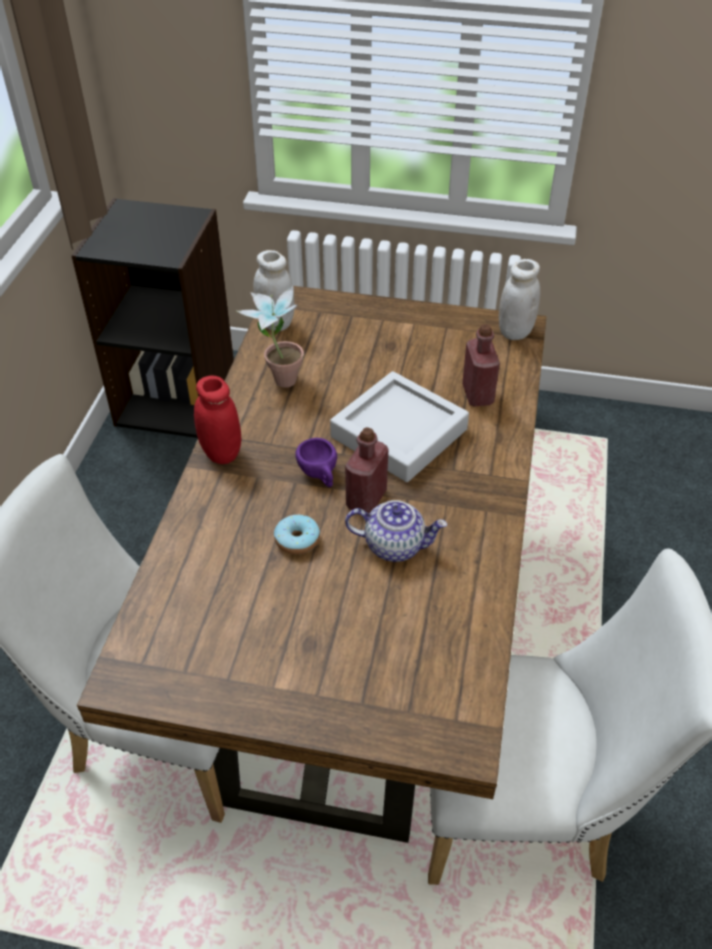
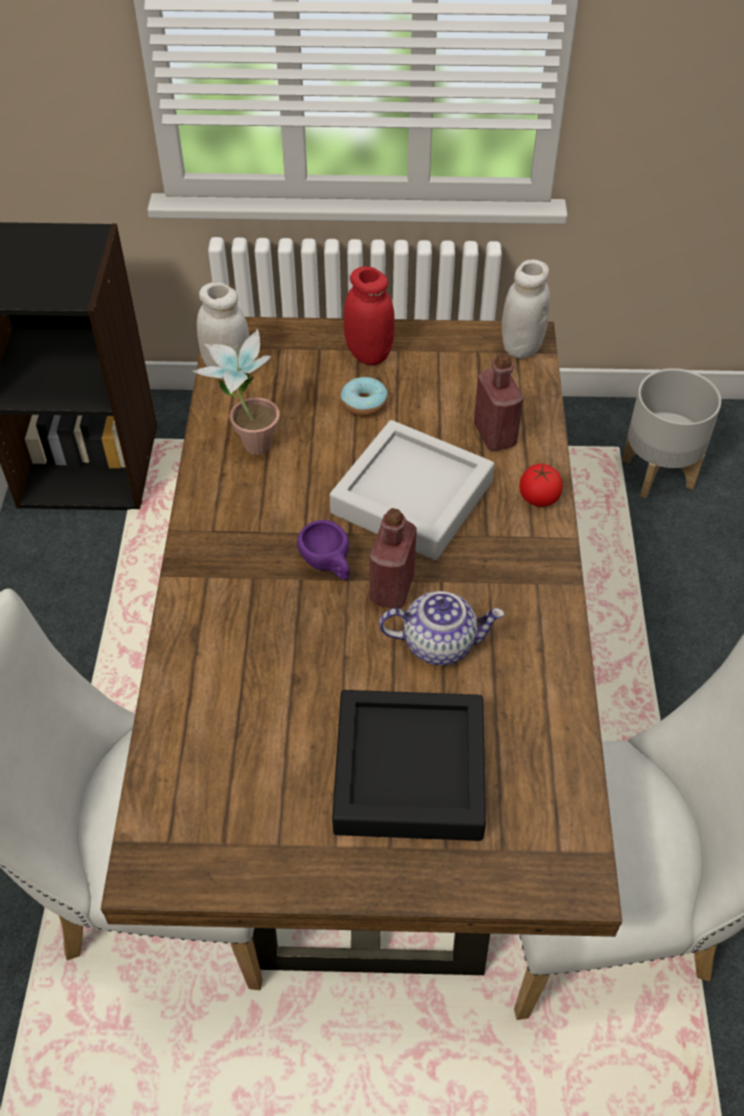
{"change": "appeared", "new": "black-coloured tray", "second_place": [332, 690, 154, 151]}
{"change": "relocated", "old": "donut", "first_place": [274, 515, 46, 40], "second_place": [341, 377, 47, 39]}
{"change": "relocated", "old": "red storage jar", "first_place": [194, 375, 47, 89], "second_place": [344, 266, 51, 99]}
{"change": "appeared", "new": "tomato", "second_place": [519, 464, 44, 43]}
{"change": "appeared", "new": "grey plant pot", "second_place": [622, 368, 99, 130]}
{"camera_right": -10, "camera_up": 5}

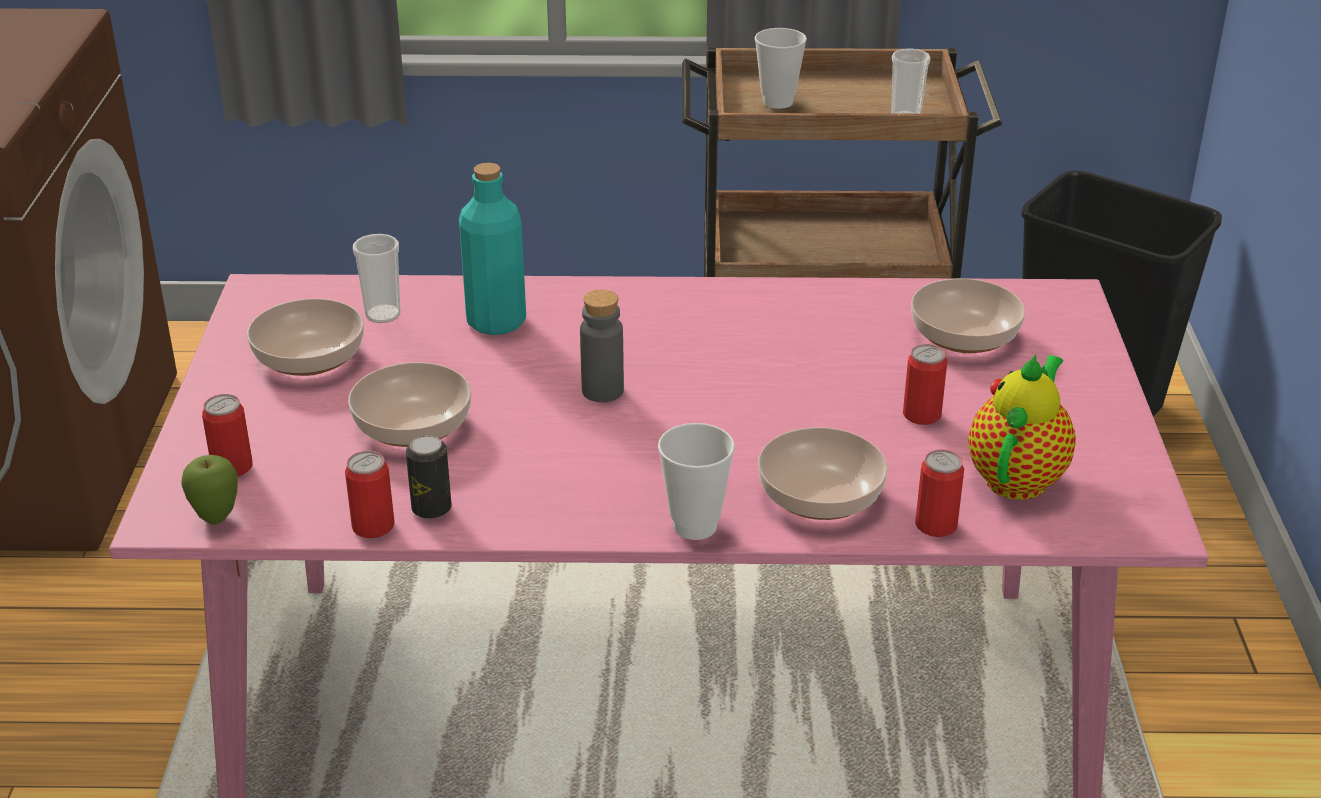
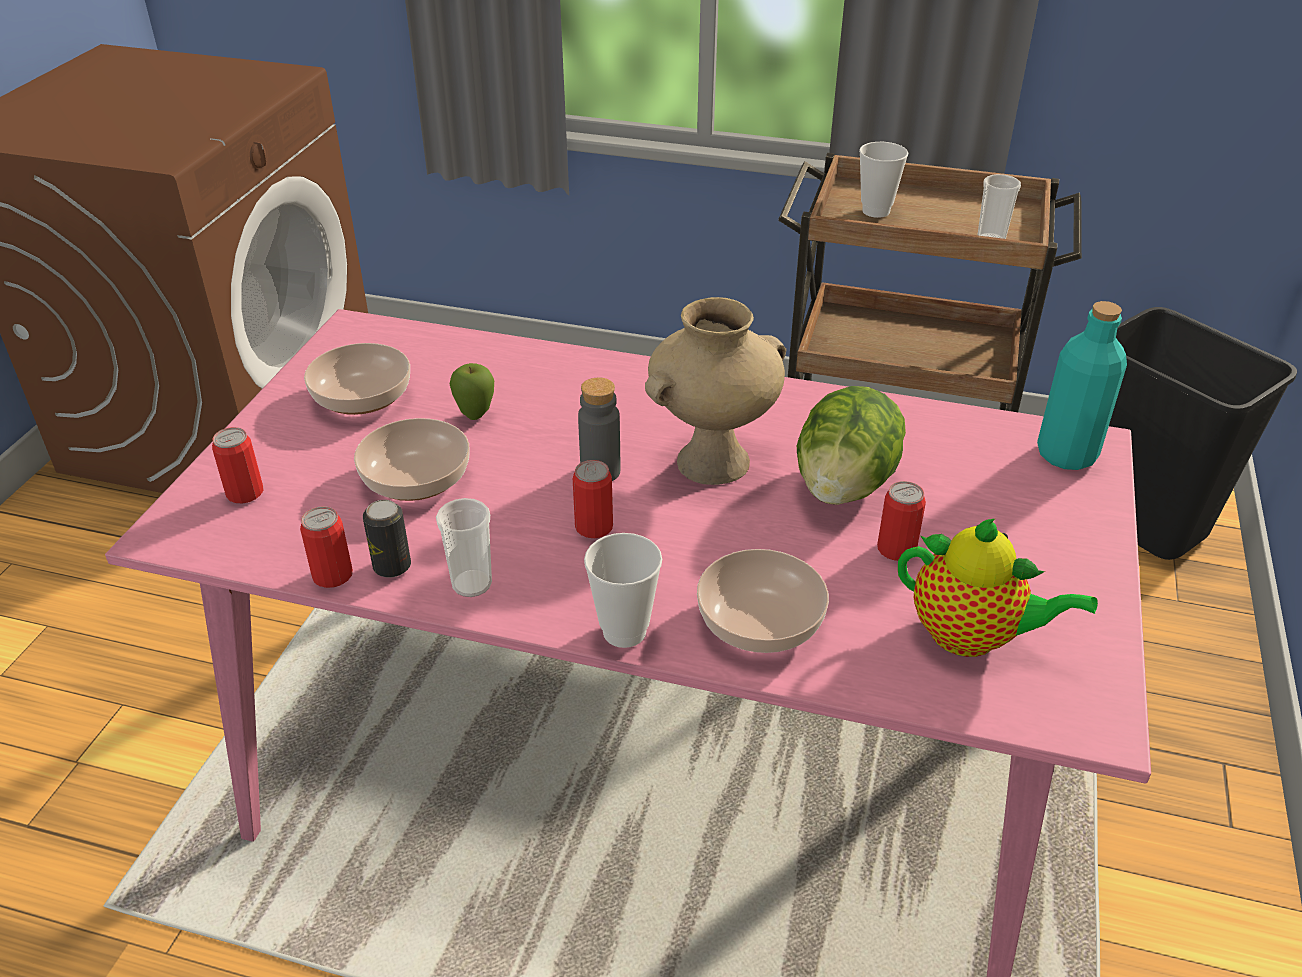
{"change": "relocated", "old": "drinking cup", "first_place": [353, 234, 48, 89], "second_place": [436, 498, 56, 99]}
{"change": "relocated", "old": "apple fruit", "first_place": [182, 455, 56, 70], "second_place": [450, 363, 44, 57]}
{"change": "relocated", "old": "can", "first_place": [915, 449, 49, 88], "second_place": [573, 460, 40, 78]}
{"change": "appeared", "new": "sand-coloured flower vase", "second_place": [645, 297, 142, 188]}
{"change": "appeared", "new": "head of lettuce", "second_place": [797, 386, 109, 119]}
{"change": "spun", "old": "tea pot", "first_place": [968, 354, 108, 146], "second_place": [898, 519, 200, 138], "degrees": 75}
{"change": "relocated", "old": "turquoise bottle", "first_place": [459, 163, 67, 172], "second_place": [1037, 301, 90, 169]}
{"change": "missing", "old": "serving bowl", "first_place": [911, 278, 114, 75]}
{"camera_right": 15, "camera_up": 5}

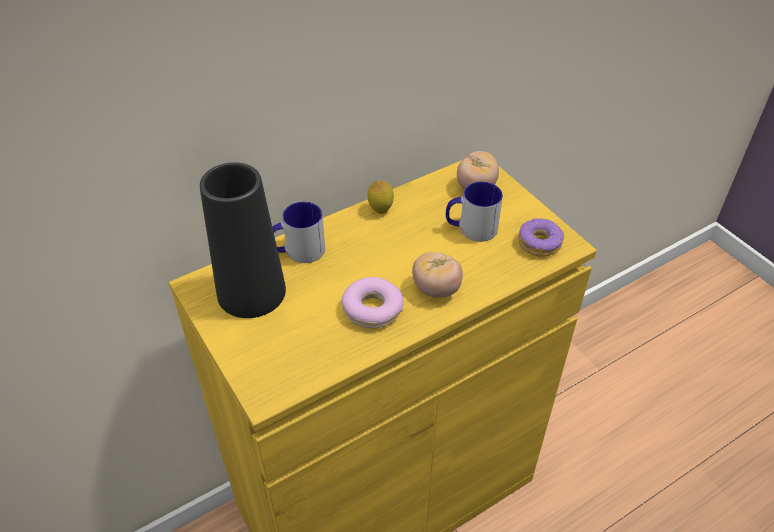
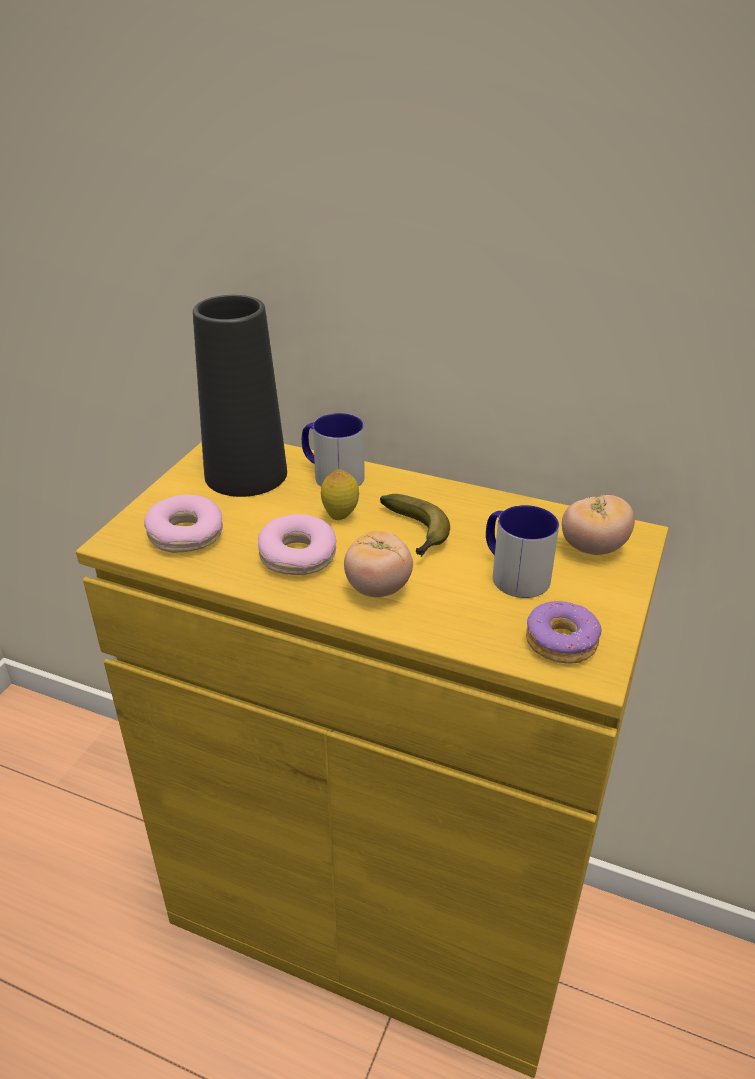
{"change": "appeared", "new": "donut", "second_place": [144, 495, 79, 57]}
{"change": "relocated", "old": "citrus fruit", "first_place": [367, 180, 27, 34], "second_place": [321, 469, 38, 51]}
{"change": "appeared", "new": "banana", "second_place": [380, 494, 70, 63]}
{"camera_right": 55, "camera_up": -10}

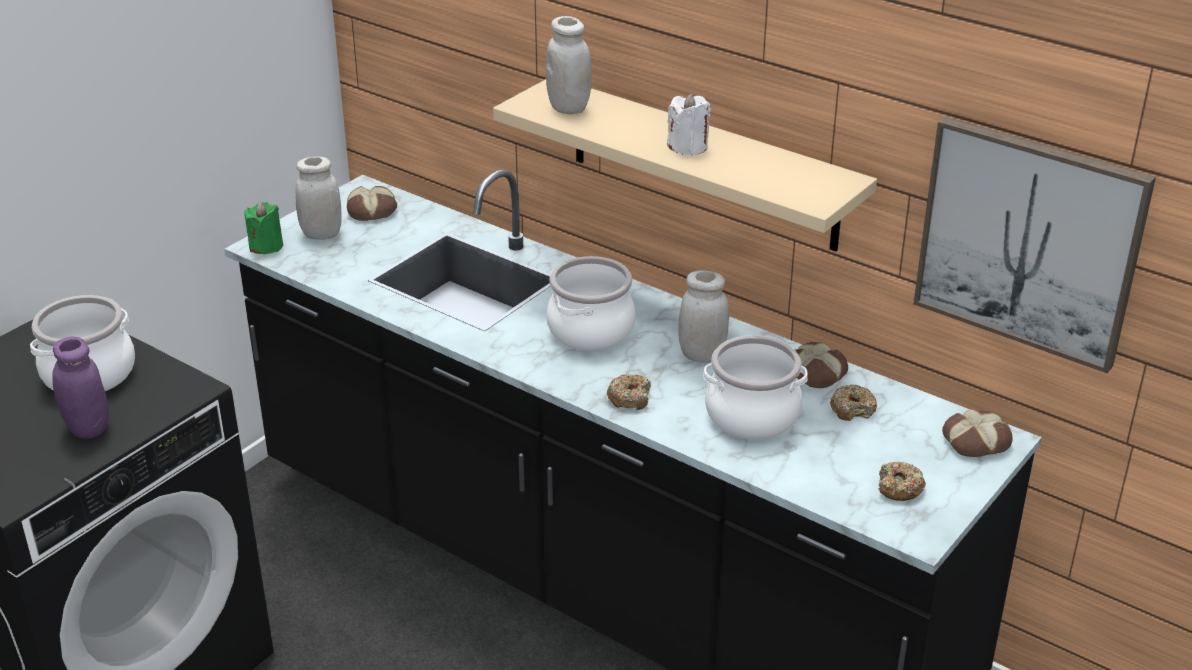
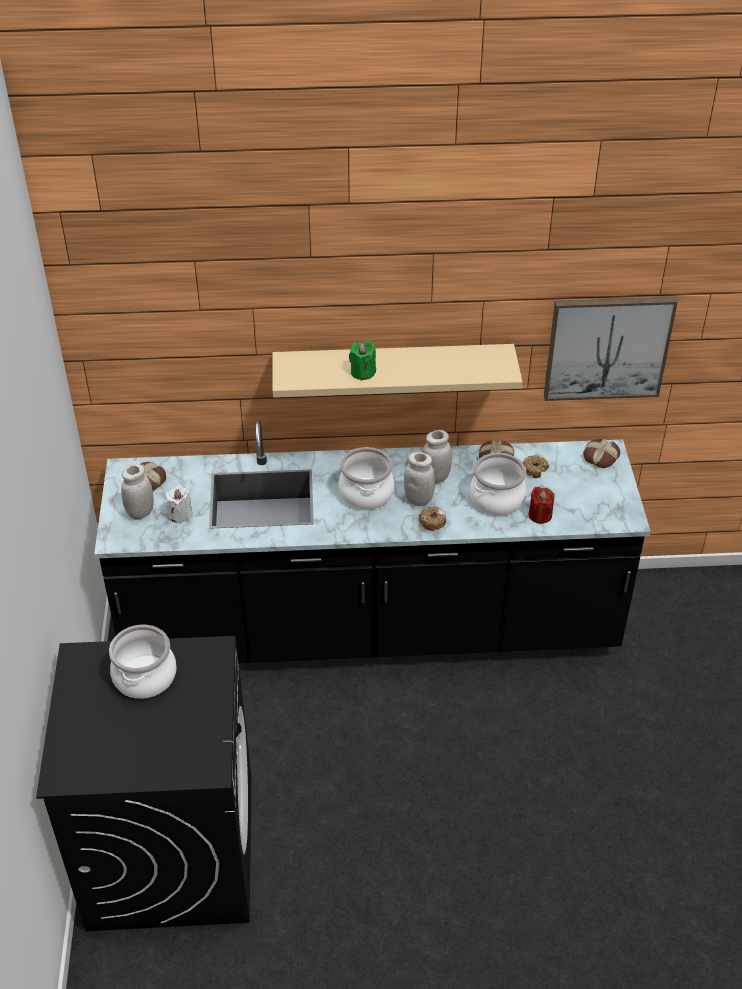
{"change": "relocated", "old": "white wax candle", "first_place": [667, 93, 44, 63], "second_place": [166, 486, 27, 37]}
{"change": "relocated", "old": "greenish wax candle", "first_place": [244, 202, 39, 52], "second_place": [349, 341, 27, 40]}
{"change": "relocated", "old": "white storage jar", "first_place": [546, 16, 46, 98], "second_place": [404, 452, 31, 54]}
{"change": "appeared", "new": "red wax candle", "second_place": [529, 487, 26, 37]}
{"change": "missing", "old": "purplish storage jar", "first_place": [52, 337, 57, 102]}
{"change": "missing", "old": "donut", "first_place": [879, 462, 47, 39]}
{"camera_right": -40, "camera_up": 10}

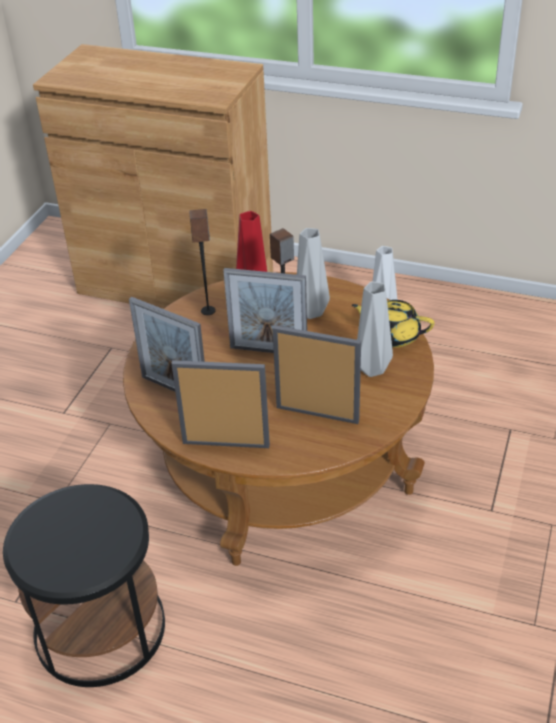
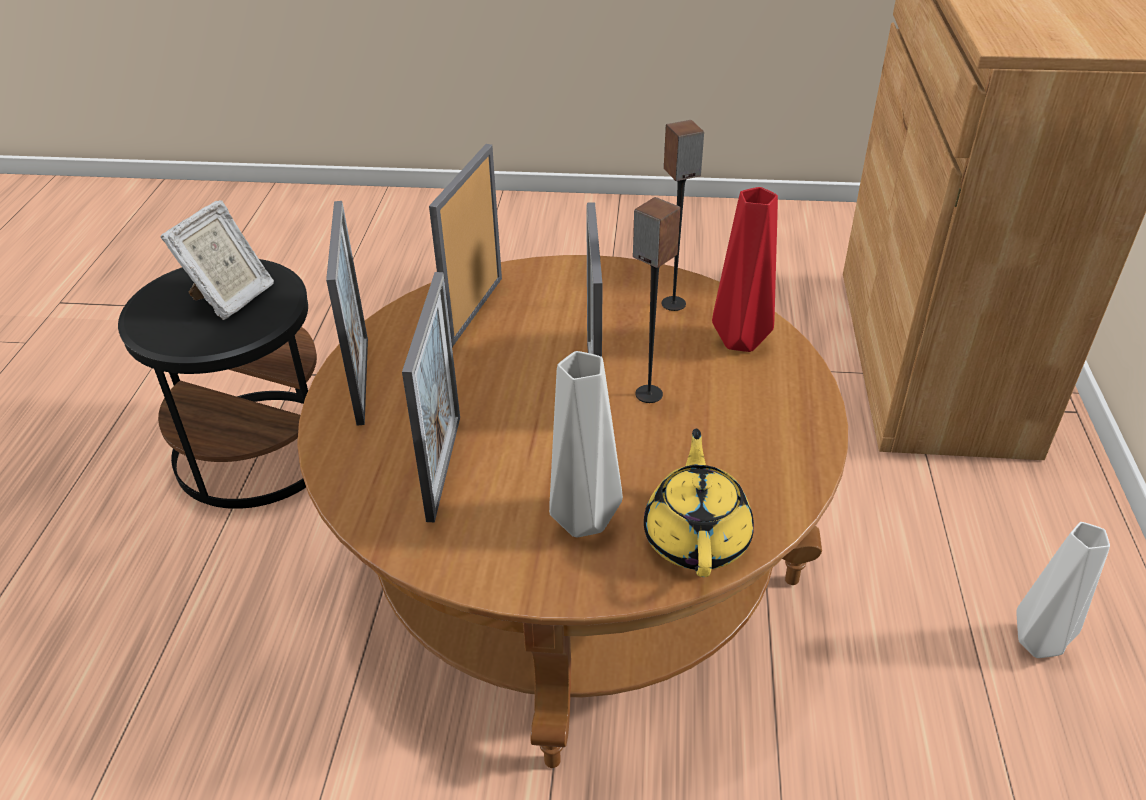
{"change": "appeared", "new": "picture frame", "second_place": [161, 200, 113, 120]}
{"change": "missing", "old": "grey flower vase", "first_place": [297, 228, 33, 91]}
{"camera_right": 75, "camera_up": 0}

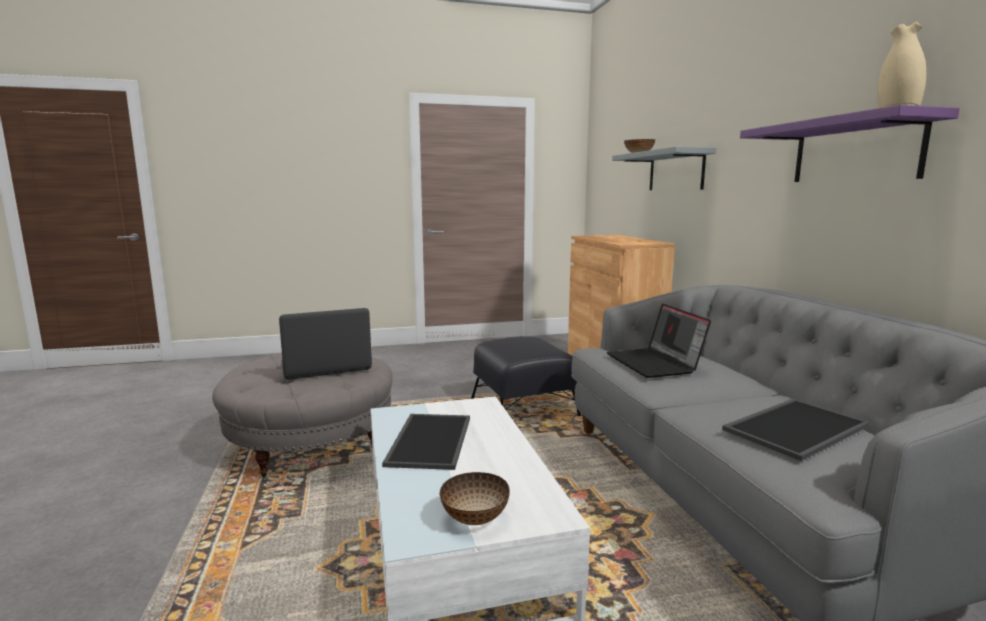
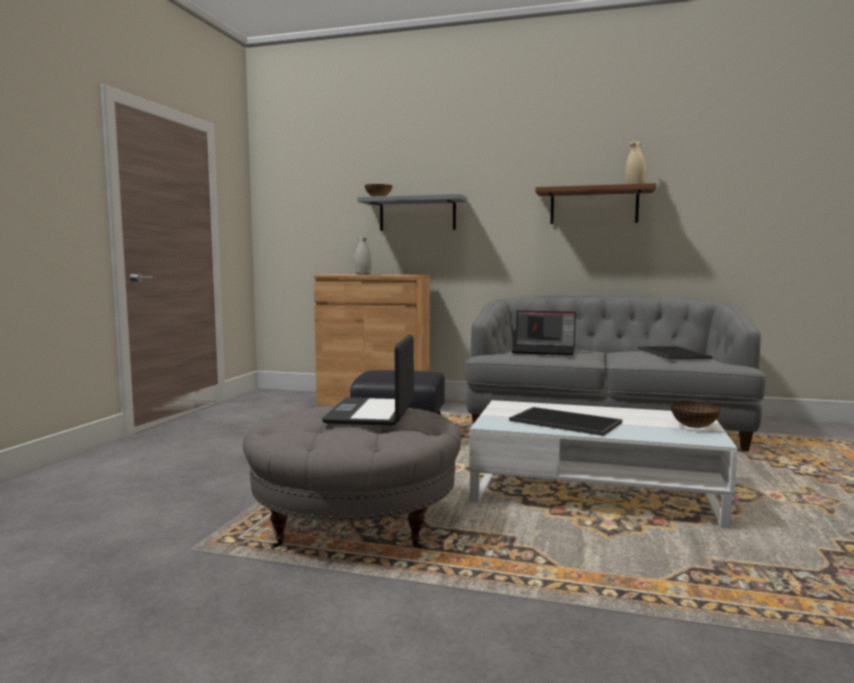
{"change": "appeared", "new": "white flower vase", "second_place": [354, 235, 18, 39]}
{"change": "colour", "old": "purplish shelf", "new": "brown shelf", "first_place": [740, 105, 220, 77], "second_place": [535, 183, 121, 41]}
{"camera_right": -60, "camera_up": -5}

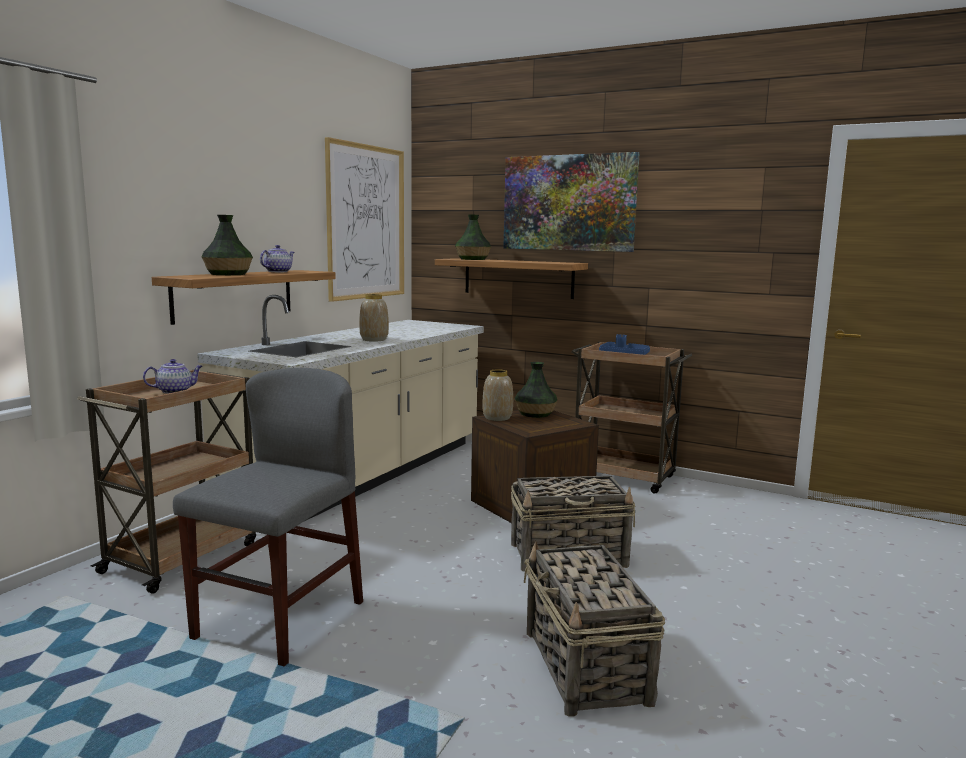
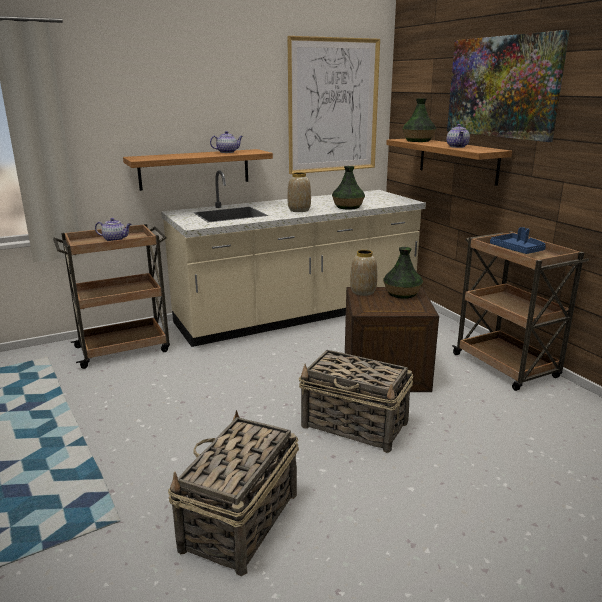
{"change": "relocated", "old": "flower vase", "first_place": [202, 215, 51, 60], "second_place": [332, 166, 33, 43]}
{"change": "appeared", "new": "tea pot", "second_place": [447, 124, 23, 24]}
{"change": "missing", "old": "grey upright chair", "first_place": [173, 368, 190, 298]}
{"camera_right": 35, "camera_up": 10}

